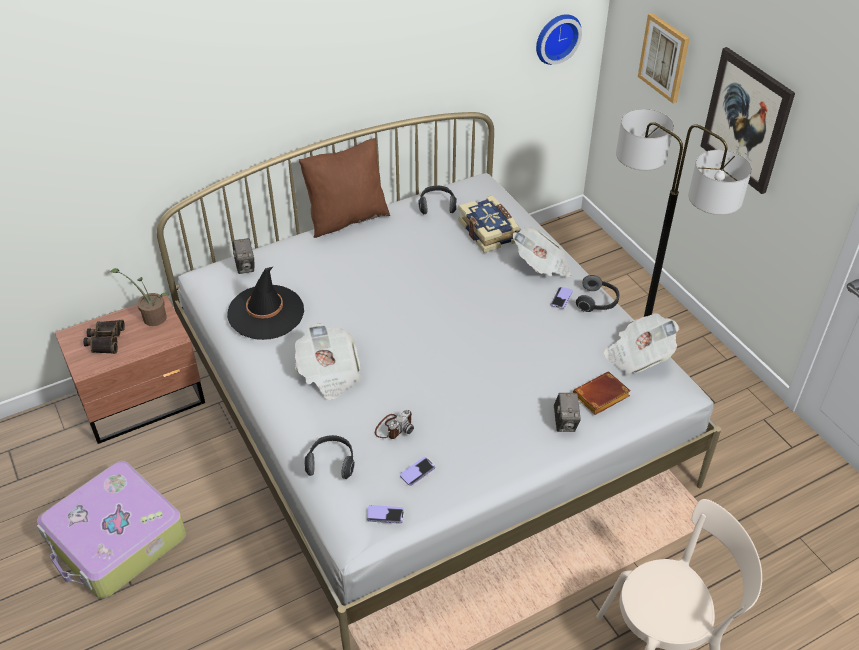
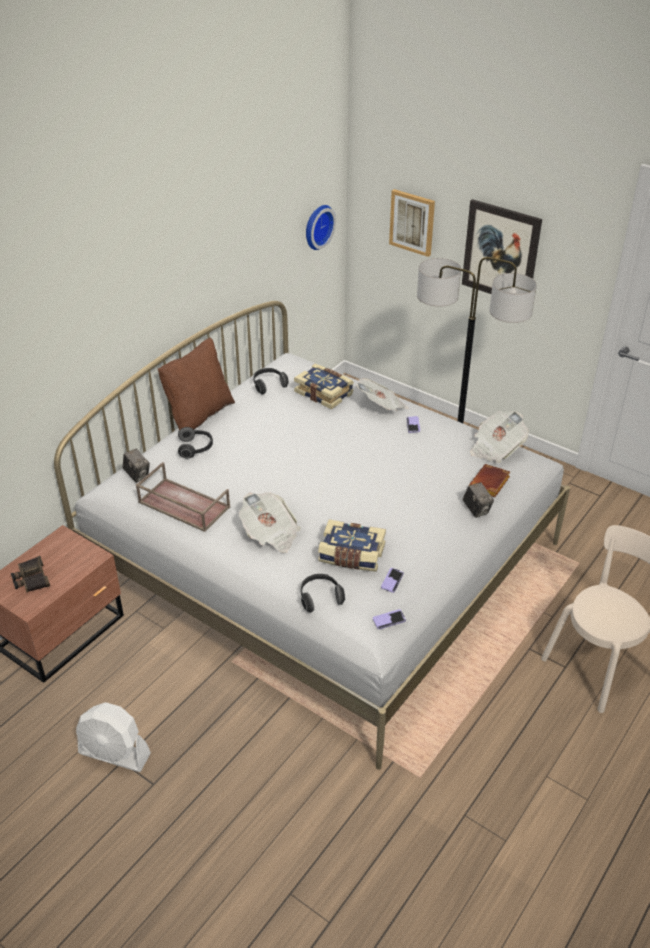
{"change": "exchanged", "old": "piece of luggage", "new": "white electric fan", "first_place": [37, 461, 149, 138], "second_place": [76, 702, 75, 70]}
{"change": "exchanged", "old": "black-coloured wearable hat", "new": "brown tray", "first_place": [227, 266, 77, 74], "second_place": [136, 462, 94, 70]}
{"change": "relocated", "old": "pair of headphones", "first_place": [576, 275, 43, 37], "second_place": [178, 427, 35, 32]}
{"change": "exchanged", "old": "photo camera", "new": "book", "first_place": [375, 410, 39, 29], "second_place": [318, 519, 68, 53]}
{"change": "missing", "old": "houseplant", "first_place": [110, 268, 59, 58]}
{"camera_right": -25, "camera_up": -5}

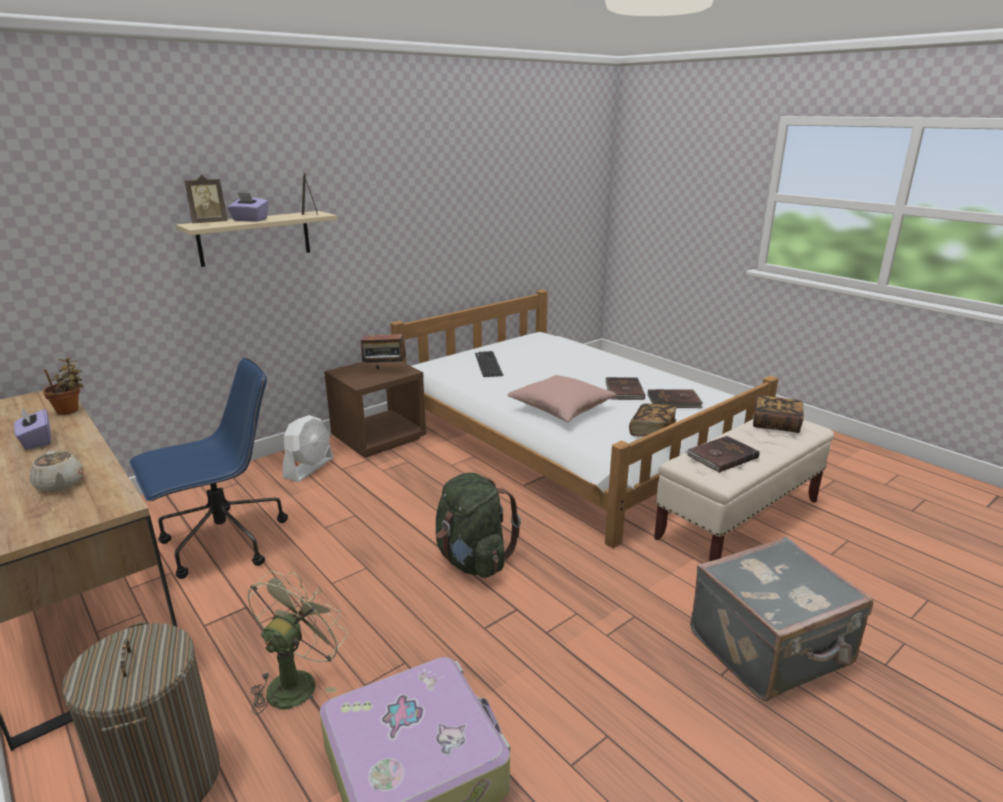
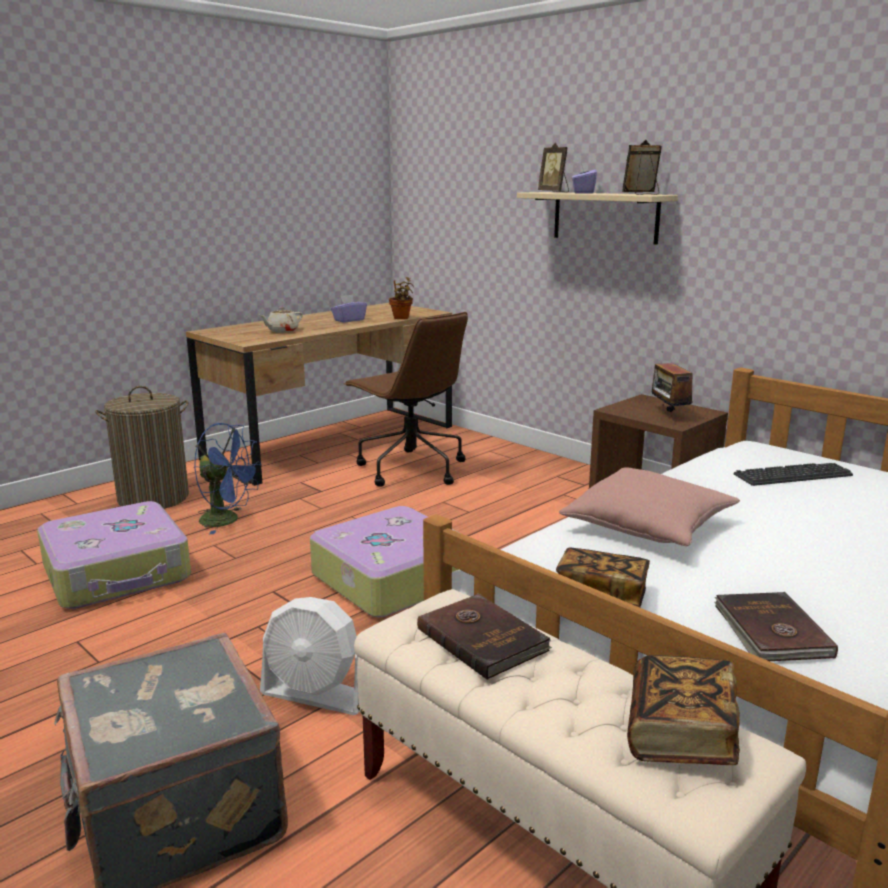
{"change": "colour", "old": "greenish electric fan", "new": "bluish electric fan", "first_place": [247, 571, 101, 144], "second_place": [194, 423, 68, 111]}
{"change": "relocated", "old": "white electric fan", "first_place": [283, 415, 50, 67], "second_place": [260, 597, 99, 118]}
{"change": "exchanged", "old": "greenish rucksack", "new": "piece of luggage", "first_place": [436, 473, 85, 105], "second_place": [310, 506, 149, 111]}
{"change": "colour", "old": "bluish desk chair", "new": "brown desk chair", "first_place": [130, 358, 158, 221], "second_place": [344, 312, 124, 175]}
{"change": "missing", "old": "brown book", "first_place": [605, 377, 40, 23]}
{"camera_right": 85, "camera_up": -5}

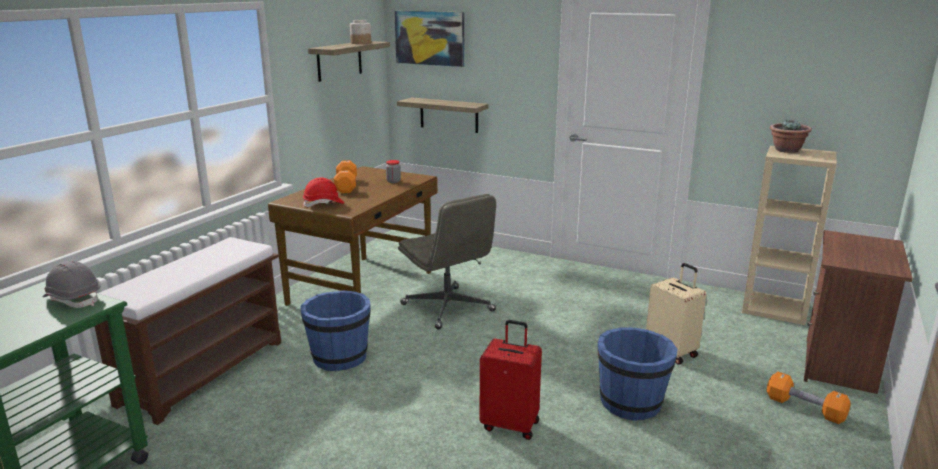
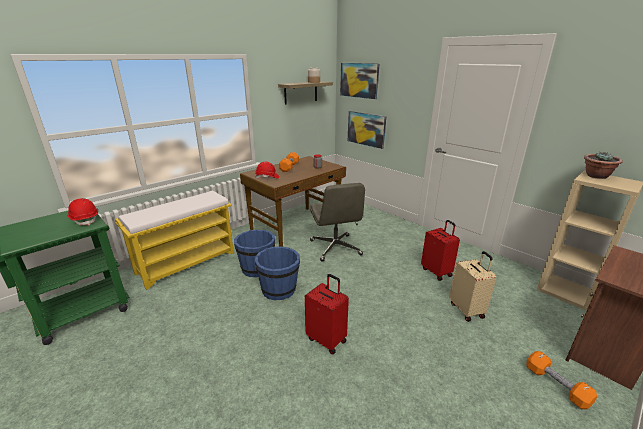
{"change": "colour", "old": "grey work helmet", "new": "red work helmet", "first_place": [43, 261, 57, 47], "second_place": [68, 198, 30, 27]}
{"change": "colour", "old": "brown long seat", "new": "yellowish long seat", "first_place": [94, 237, 187, 188], "second_place": [115, 191, 119, 99]}
{"change": "relocated", "old": "bluish bucket", "first_place": [598, 327, 79, 94], "second_place": [255, 246, 45, 54]}
{"change": "exchanged", "old": "shelf", "new": "picture", "first_place": [397, 97, 91, 36], "second_place": [348, 111, 38, 38]}
{"change": "appeared", "new": "red piece of luggage", "second_place": [421, 220, 39, 61]}
{"camera_right": 20, "camera_up": 5}

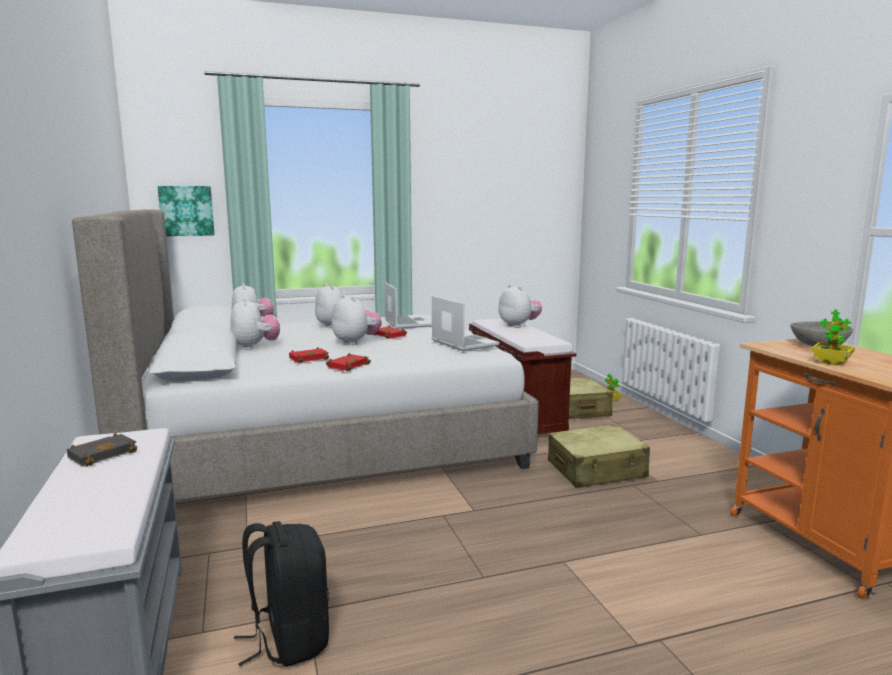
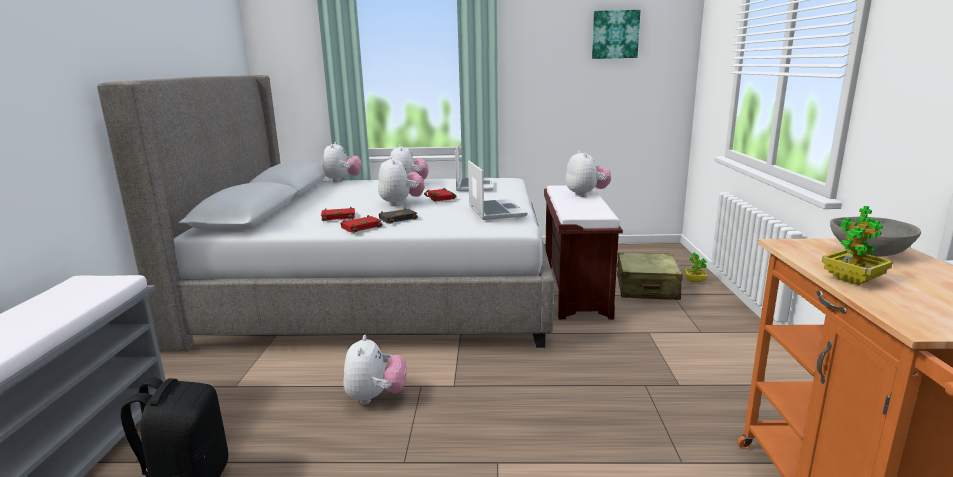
{"change": "relocated", "old": "cuddly toy", "first_place": [230, 298, 50, 52], "second_place": [343, 335, 64, 70]}
{"change": "relocated", "old": "black-coloured book", "first_place": [67, 433, 70, 34], "second_place": [379, 207, 39, 17]}
{"change": "relocated", "old": "picture", "first_place": [158, 186, 56, 50], "second_place": [592, 10, 48, 49]}
{"change": "missing", "old": "sand-coloured piece of luggage", "first_place": [548, 424, 102, 64]}
{"camera_right": 20, "camera_up": 5}

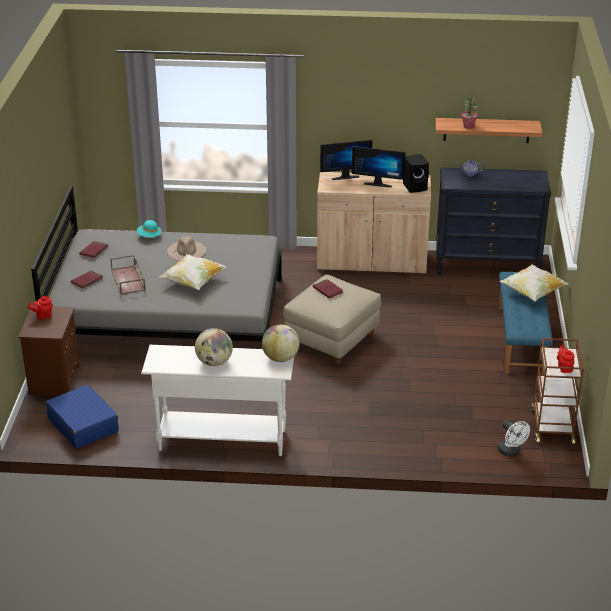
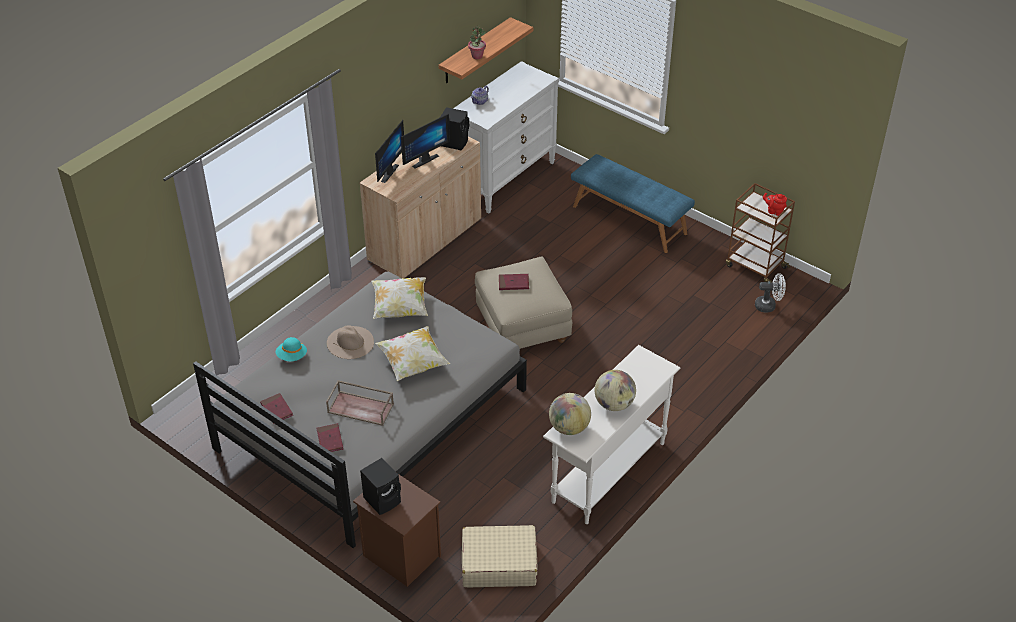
{"change": "exchanged", "old": "red tea pot", "new": "black-coloured speaker", "first_place": [28, 296, 25, 24], "second_place": [360, 458, 41, 57]}
{"change": "relocated", "old": "throw pillow", "first_place": [499, 264, 69, 37], "second_place": [371, 277, 57, 42]}
{"change": "colour", "old": "black-coloured chest of drawers", "new": "white chest of drawers", "first_place": [436, 167, 115, 108], "second_place": [453, 61, 106, 153]}
{"change": "colour", "old": "bluish piece of luggage", "new": "sand-coloured piece of luggage", "first_place": [46, 385, 73, 64], "second_place": [462, 525, 75, 62]}
{"change": "relocated", "old": "desk globe", "first_place": [262, 324, 38, 38], "second_place": [549, 393, 42, 42]}
{"camera_right": -55, "camera_up": 10}

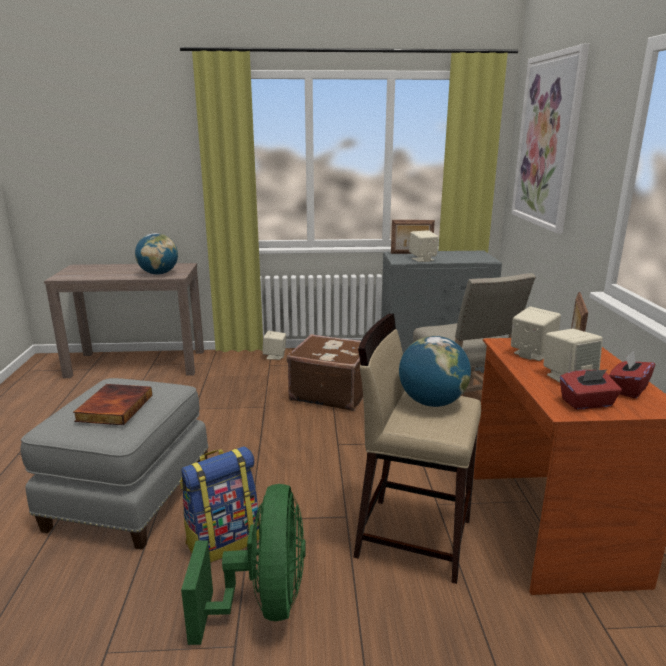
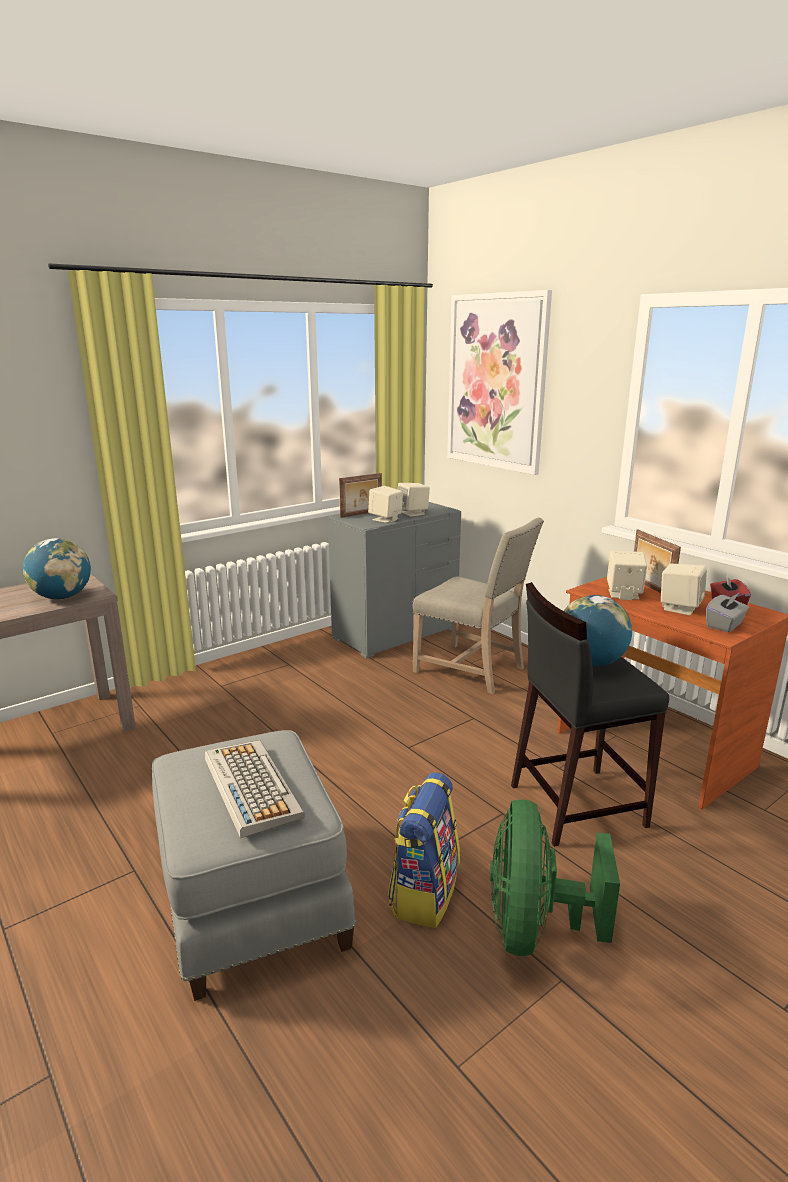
{"change": "exchanged", "old": "book", "new": "PC keyboard", "first_place": [73, 384, 79, 41], "second_place": [205, 740, 100, 98]}
{"change": "relocated", "old": "sand-coloured speaker", "first_place": [263, 331, 23, 29], "second_place": [398, 483, 32, 34]}
{"change": "spun", "old": "greenish electric fan", "first_place": [181, 484, 125, 161], "second_place": [490, 799, 130, 157], "degrees": -135}
{"change": "colour", "old": "sand-coloured stool", "new": "black-coloured stool", "first_place": [354, 314, 127, 270], "second_place": [511, 582, 158, 265]}
{"change": "colour", "old": "red tissue box", "new": "grey tissue box", "first_place": [560, 370, 62, 40], "second_place": [706, 592, 43, 40]}
{"change": "missing", "old": "brown piece of luggage", "first_place": [287, 334, 76, 77]}
{"camera_right": -35, "camera_up": 0}

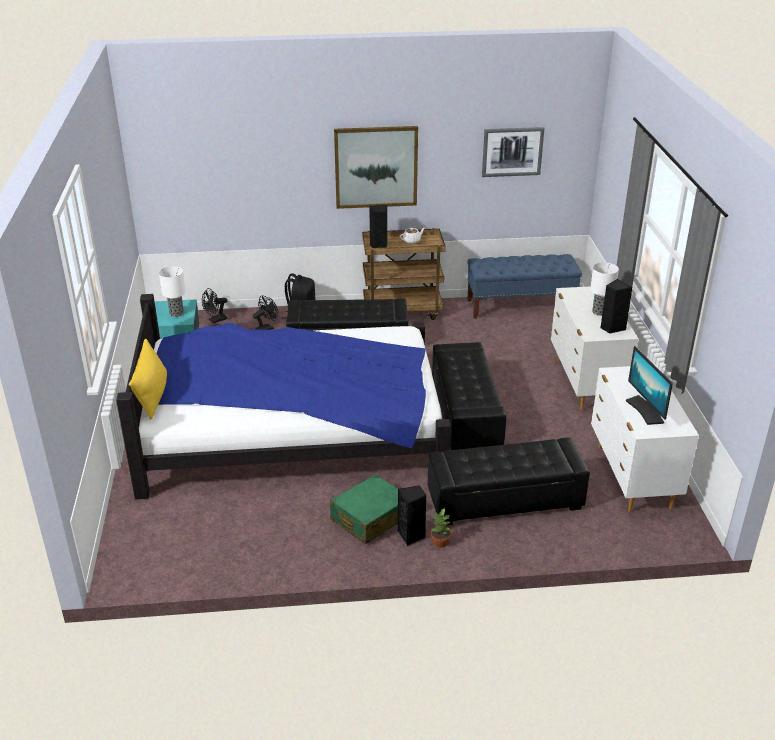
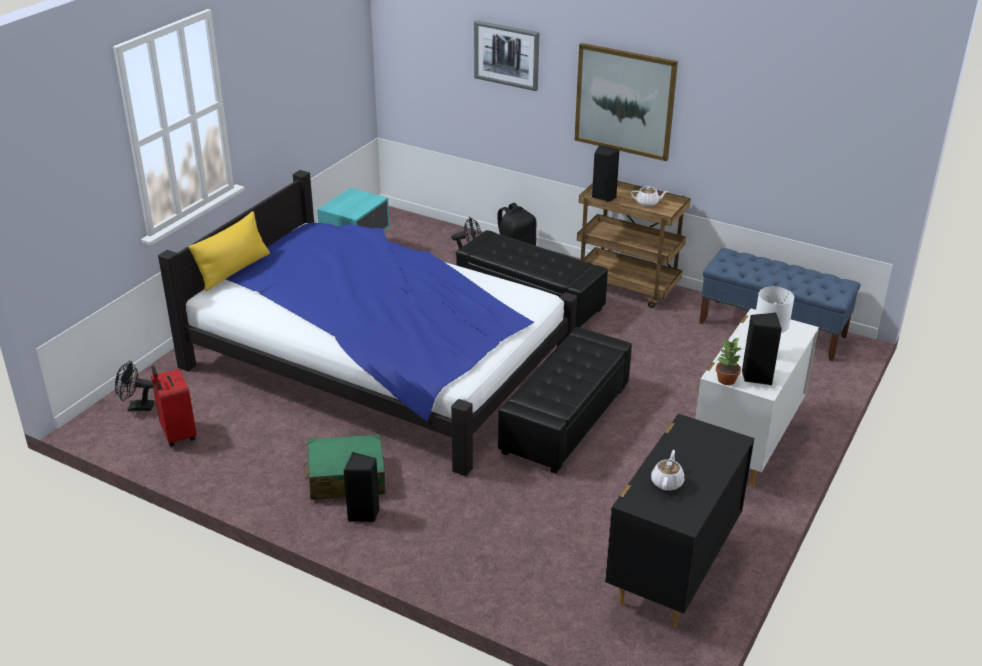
{"change": "relocated", "old": "black-coloured electric fan", "first_place": [202, 288, 26, 35], "second_place": [115, 361, 39, 50]}
{"change": "appeared", "new": "red piece of luggage", "second_place": [151, 366, 46, 80]}
{"change": "relocated", "old": "picture", "first_place": [482, 127, 62, 50], "second_place": [474, 20, 65, 71]}
{"change": "colour", "old": "white chest of drawers", "new": "black-coloured chest of drawers", "first_place": [591, 365, 108, 147], "second_place": [605, 414, 149, 213]}
{"change": "exchanged", "old": "computer display", "new": "white tea pot", "first_place": [626, 346, 47, 79], "second_place": [651, 450, 33, 41]}
{"change": "relocated", "old": "houseplant", "first_place": [431, 508, 20, 39], "second_place": [716, 338, 26, 47]}
{"change": "missing", "old": "tabletop lamp", "first_place": [159, 266, 27, 51]}
{"change": "missing", "old": "black-coloured ottoman", "first_place": [428, 438, 162, 87]}
{"camera_right": 35, "camera_up": 0}

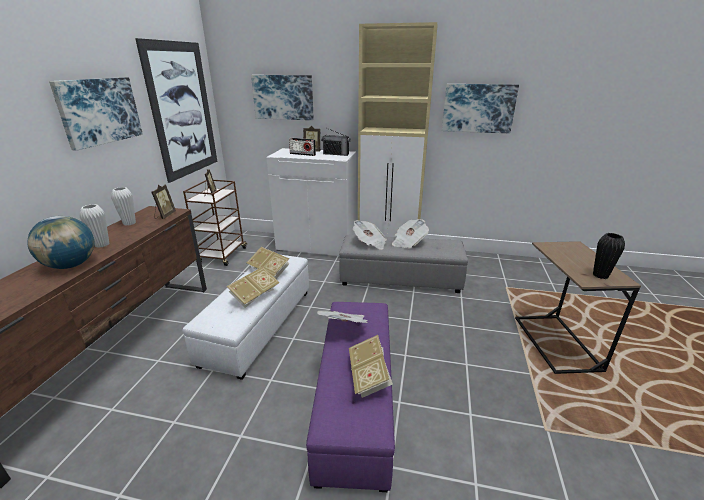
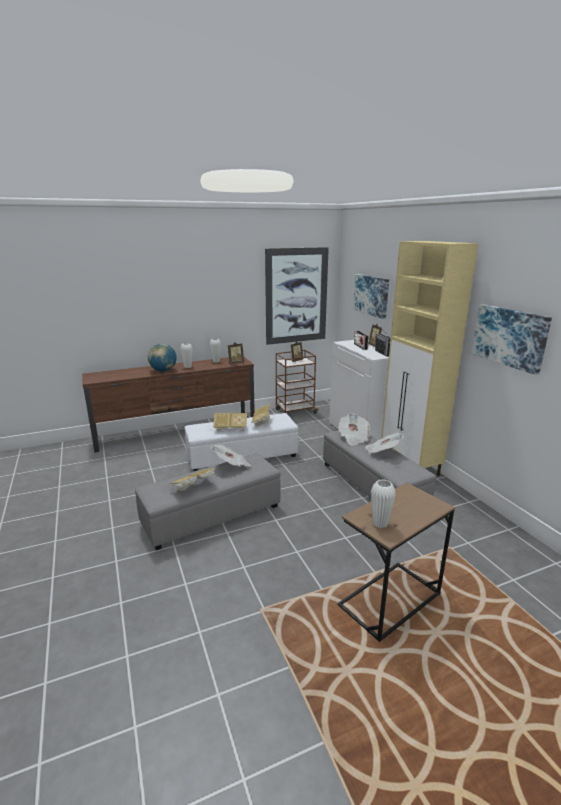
{"change": "colour", "old": "purplish ottoman", "new": "grey ottoman", "first_place": [306, 302, 89, 190], "second_place": [135, 454, 146, 96]}
{"change": "colour", "old": "black-coloured flower vase", "new": "white flower vase", "first_place": [593, 233, 32, 46], "second_place": [371, 479, 25, 49]}
{"change": "missing", "old": "picture", "first_place": [49, 77, 94, 74]}
{"camera_right": 55, "camera_up": -5}

